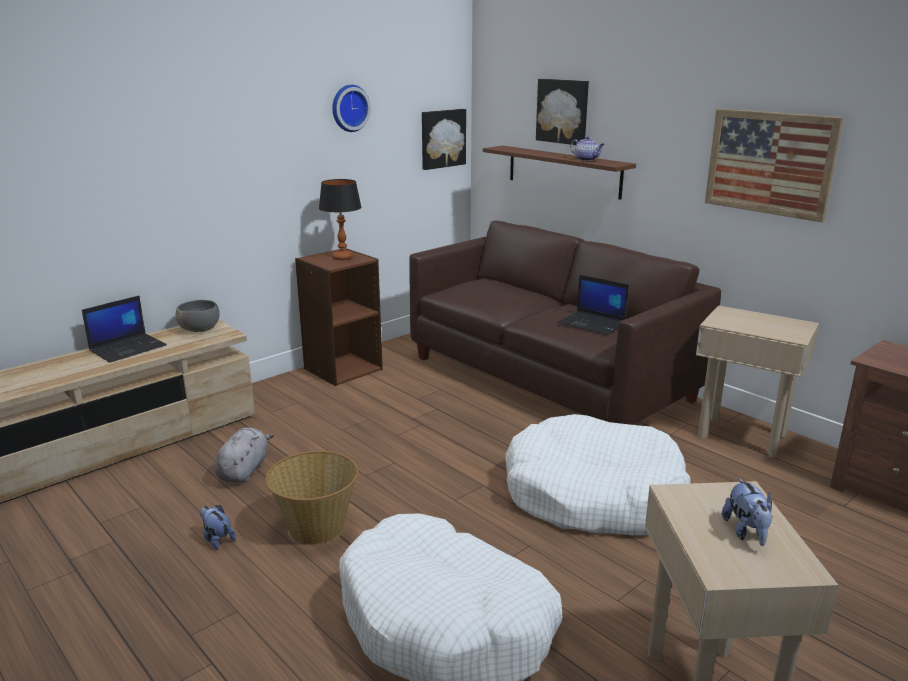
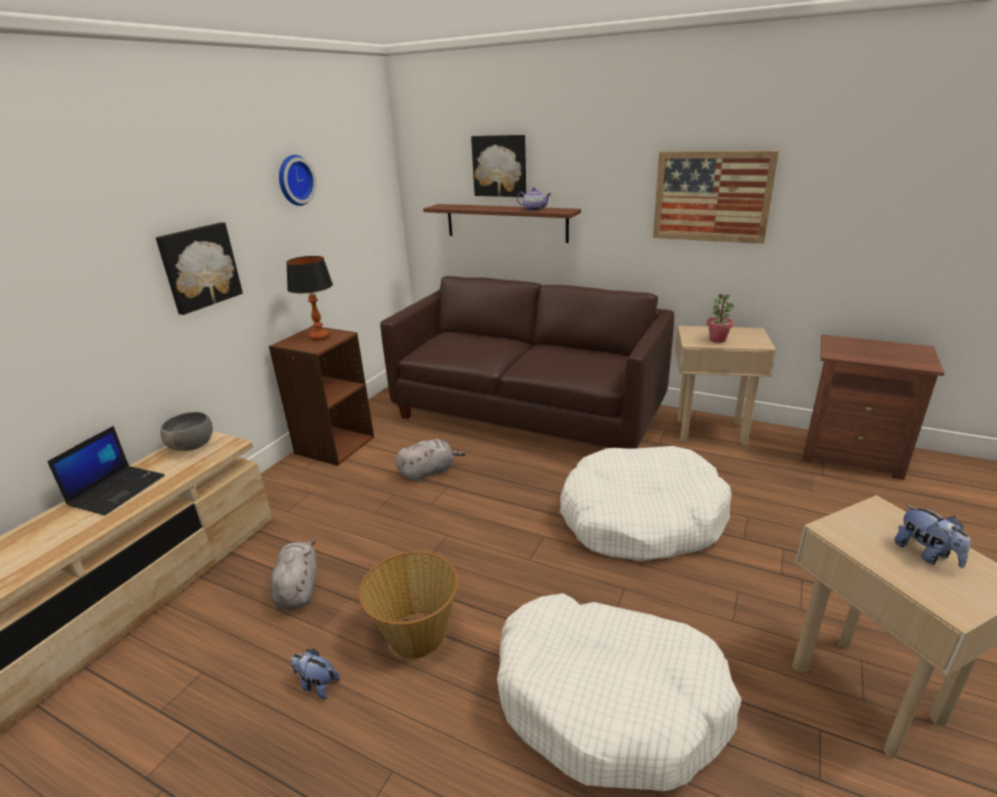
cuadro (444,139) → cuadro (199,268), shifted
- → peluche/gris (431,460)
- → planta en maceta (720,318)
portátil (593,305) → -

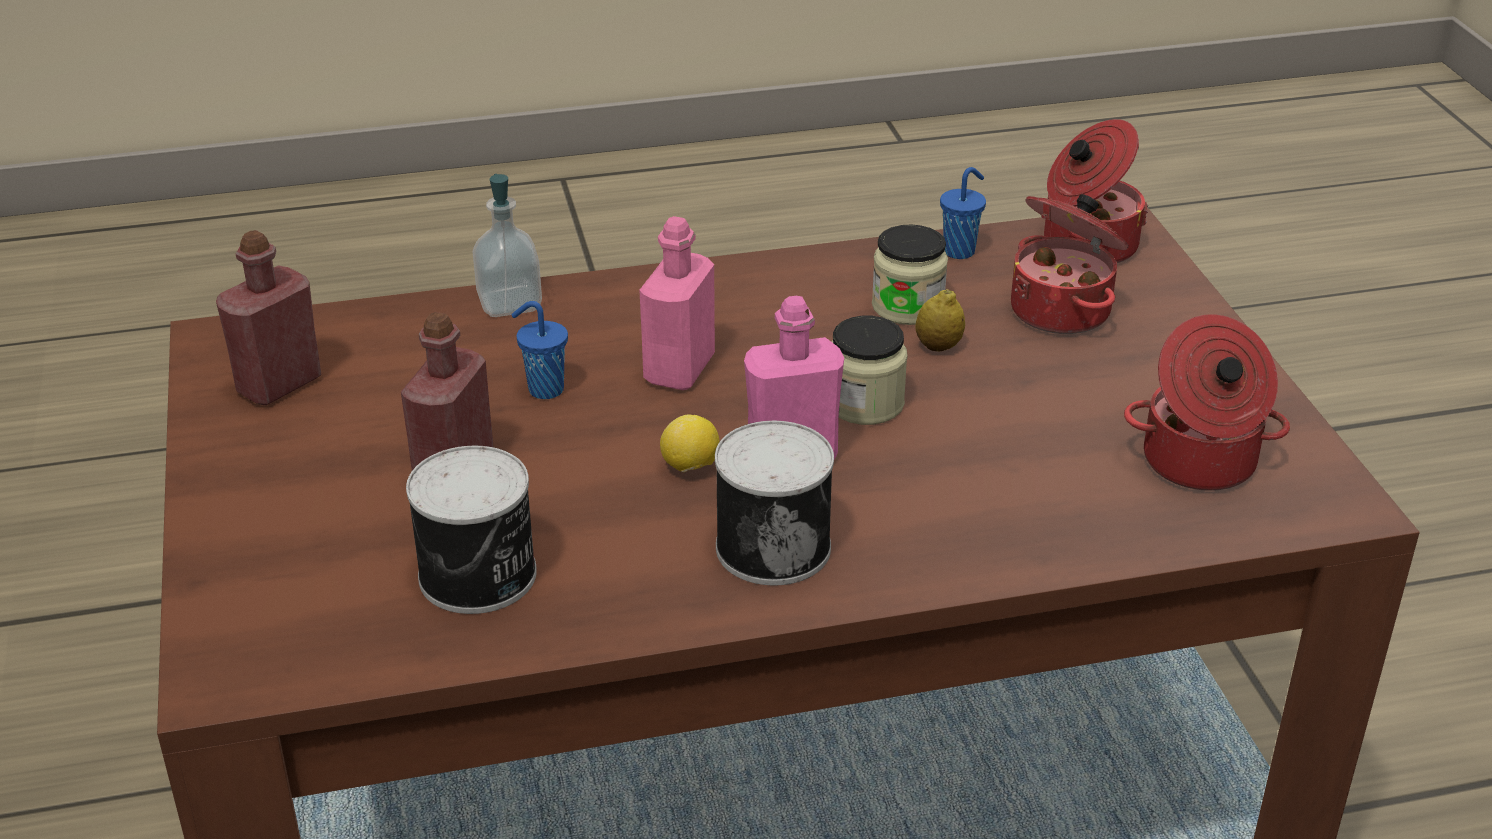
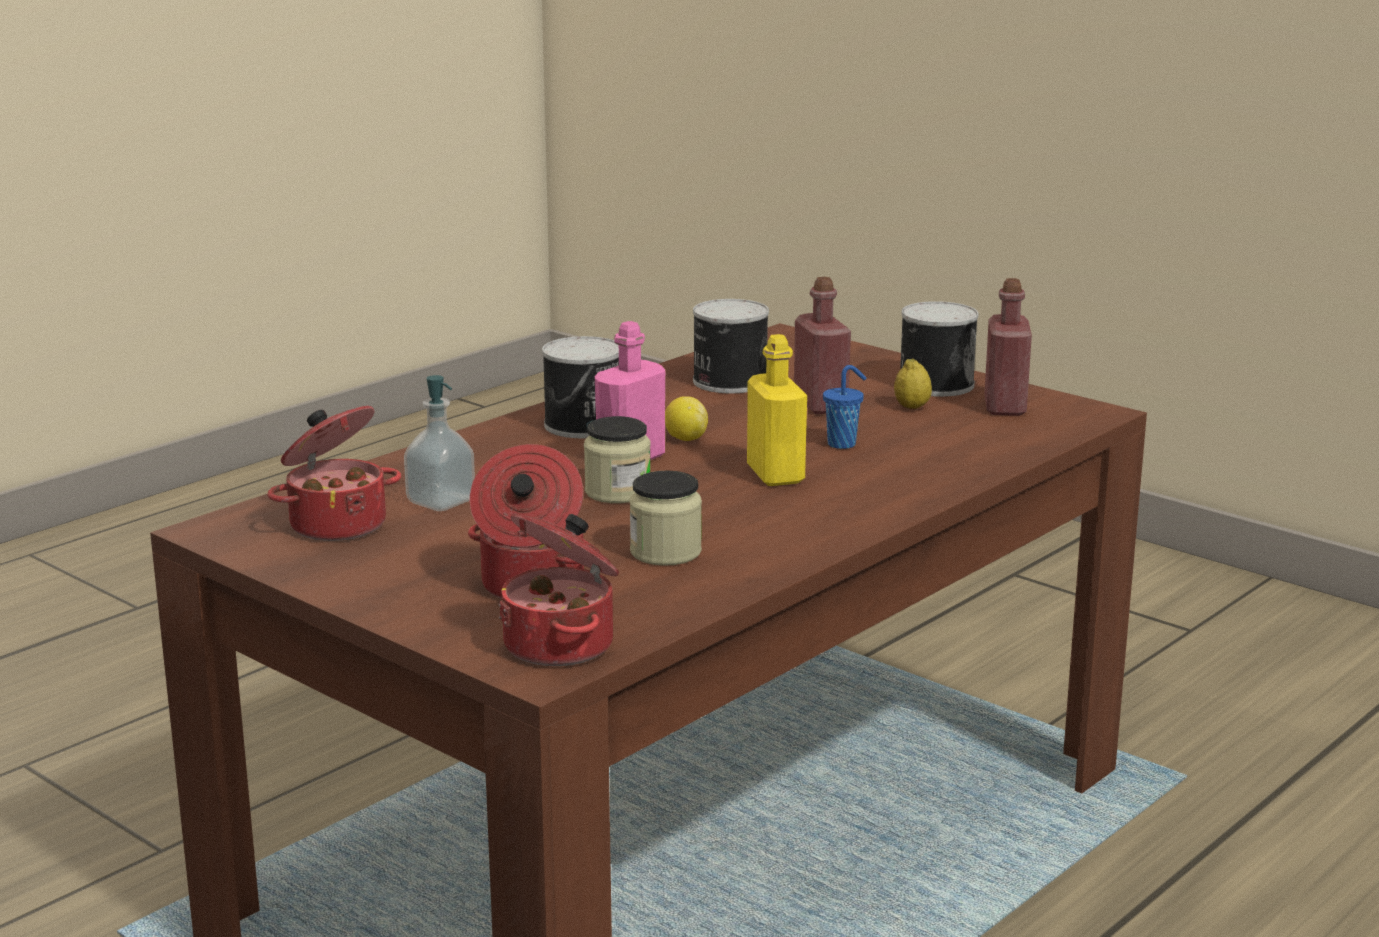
dispensador de jabón (507,245) → dispensador de jabón (439,443), shifted
botella/rosa (677,303) → botella/amarillo (777,410)
limón (940,320) → limón (913,384), shifted
- → lata (939,349)
taza/azul (963,213) → -

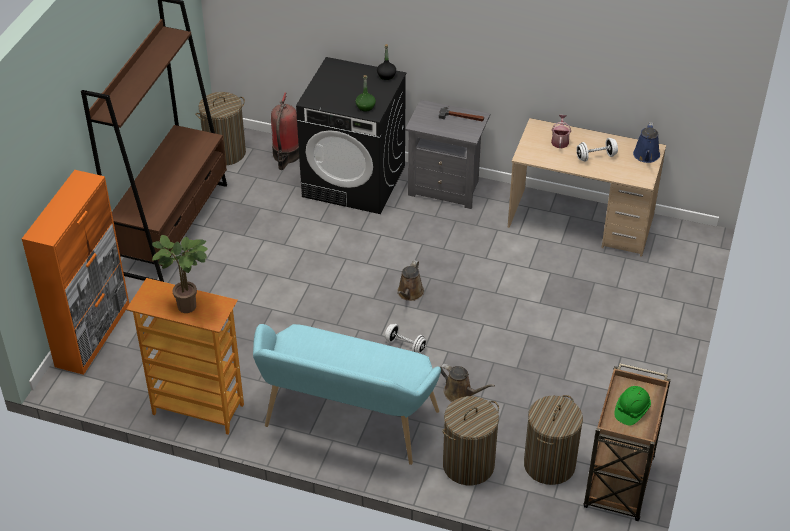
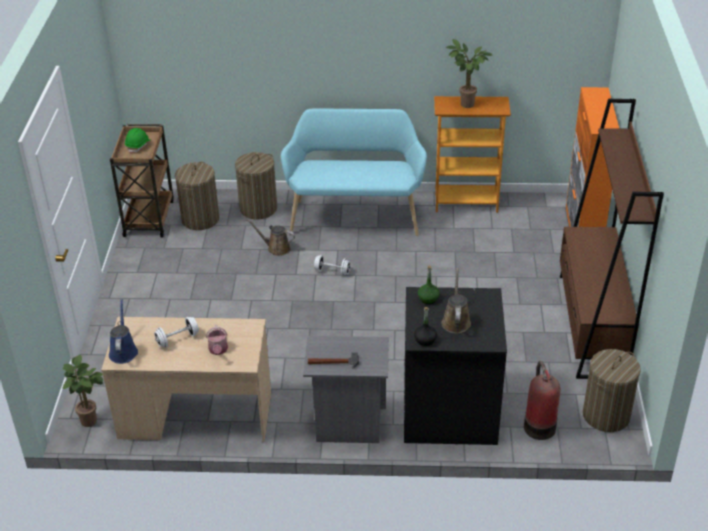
- → planta en maceta (82,391)
regadera/marrón (410,280) → regadera/marrón (456,301), shifted

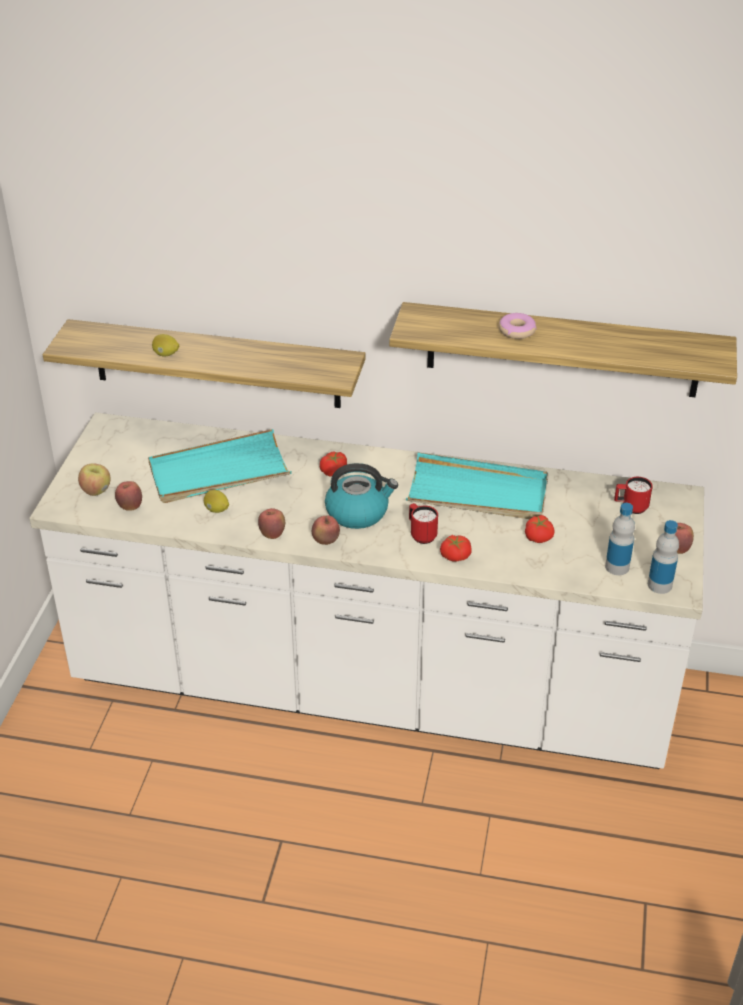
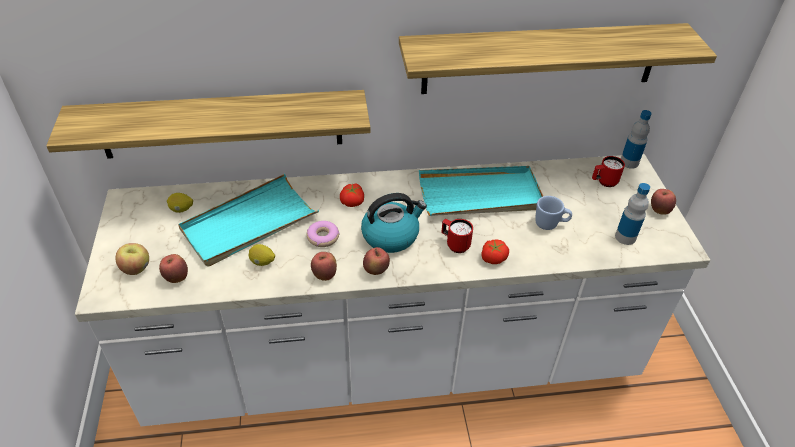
limón (165,345) → limón (180,203), shifted
rosquilla (517,326) → rosquilla (323,234), shifted
tomate (540,529) → taza grande/azul (553,213)
botella (663,557) → botella (636,139), shifted

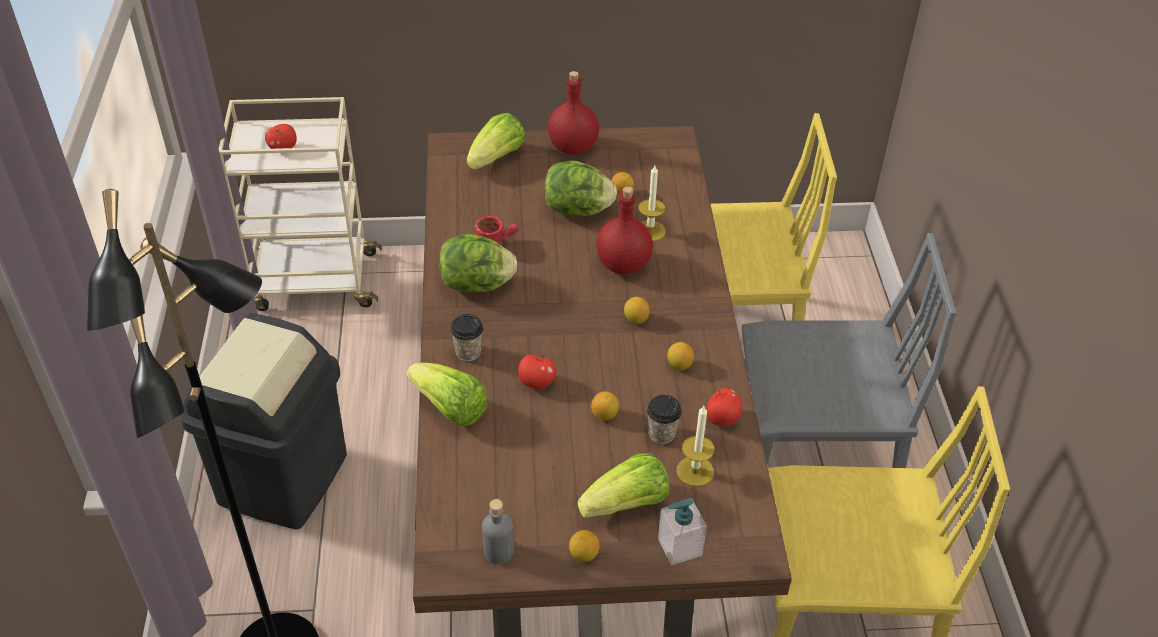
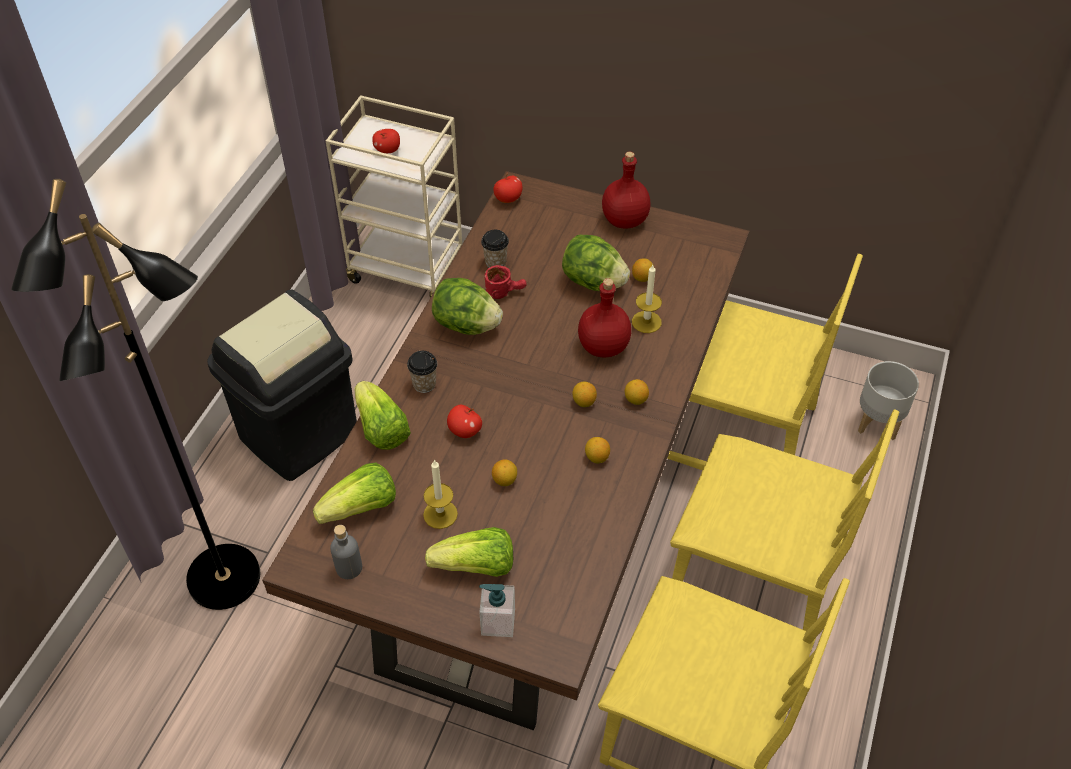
lechuga (496,141) → lechuga (354,493), shifted
vela (696,446) → vela (440,494), shifted
taza (664,419) → taza (495,249), shifted
manzana (724,407) → manzana (507,188), shifted
limón (584,546) → limón (637,392), shifted
silla/gris (849,350) → silla/amarillo (784,520)
- → maceta/gris (888,400)

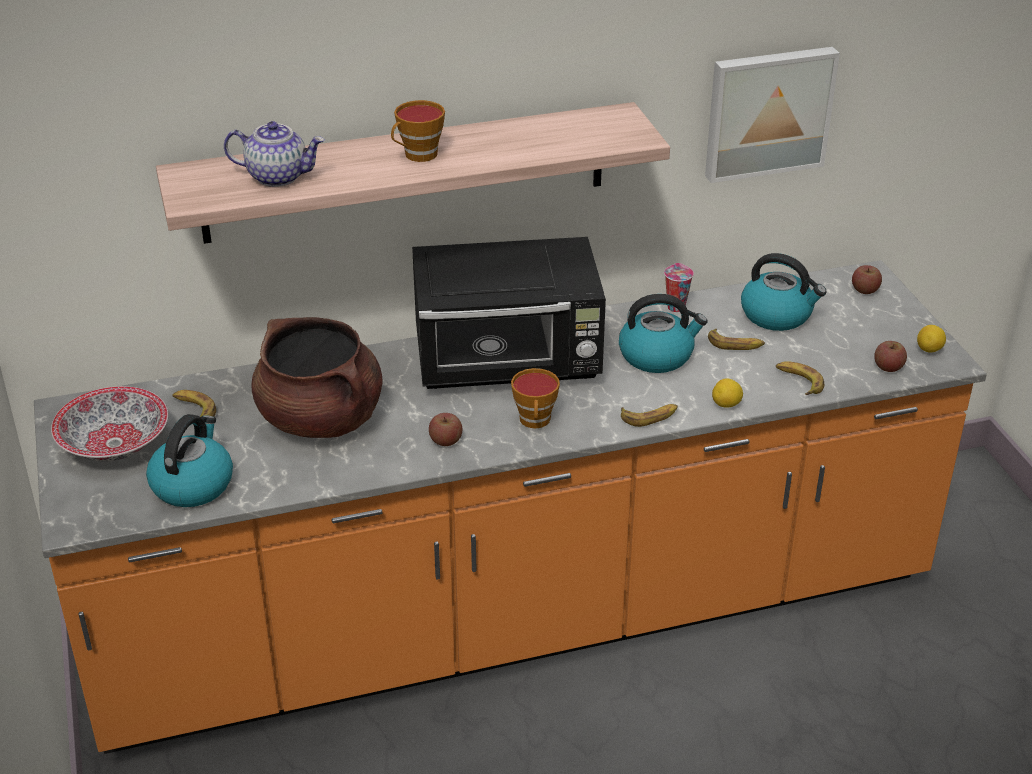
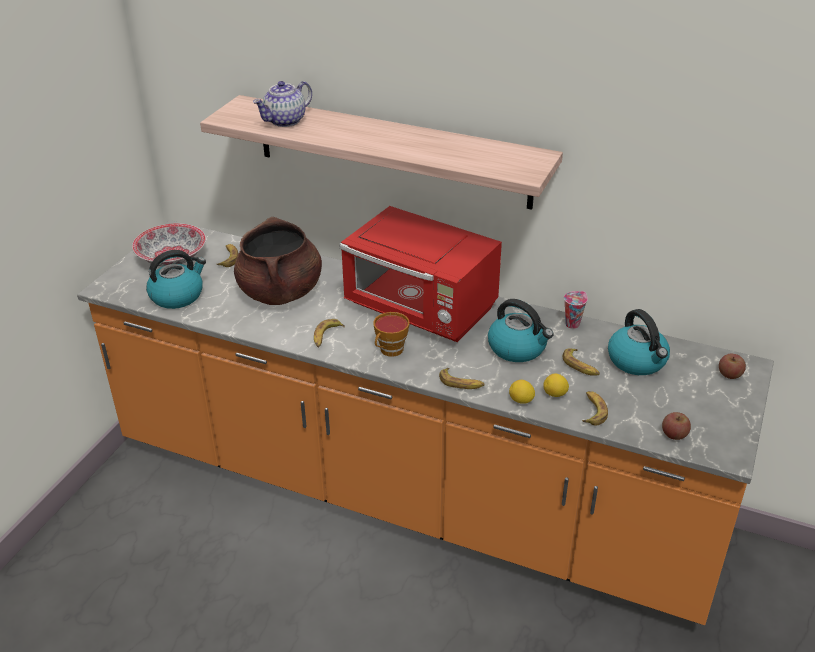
tetera (274,154) → tetera (282,104), 90 degrees clockwise
manzana (445,429) → plátano (329,333)
microondas/negro (509,313) → microondas/rojo (420,274)
limón (931,338) → limón (556,385), shifted
taza (418,131) → -
cuadro (772,115) → -

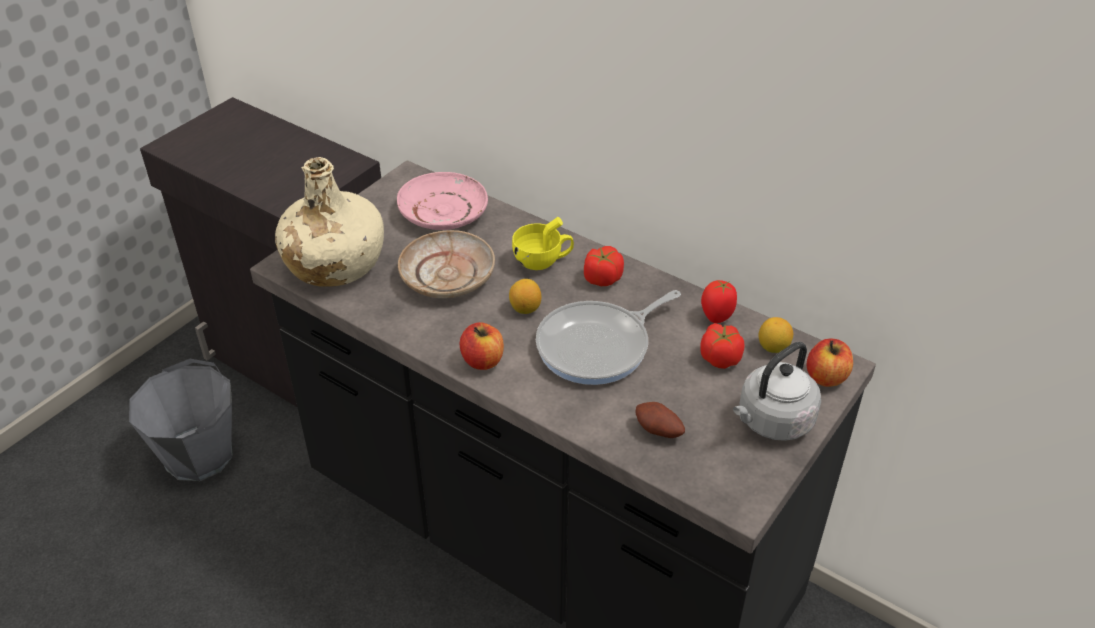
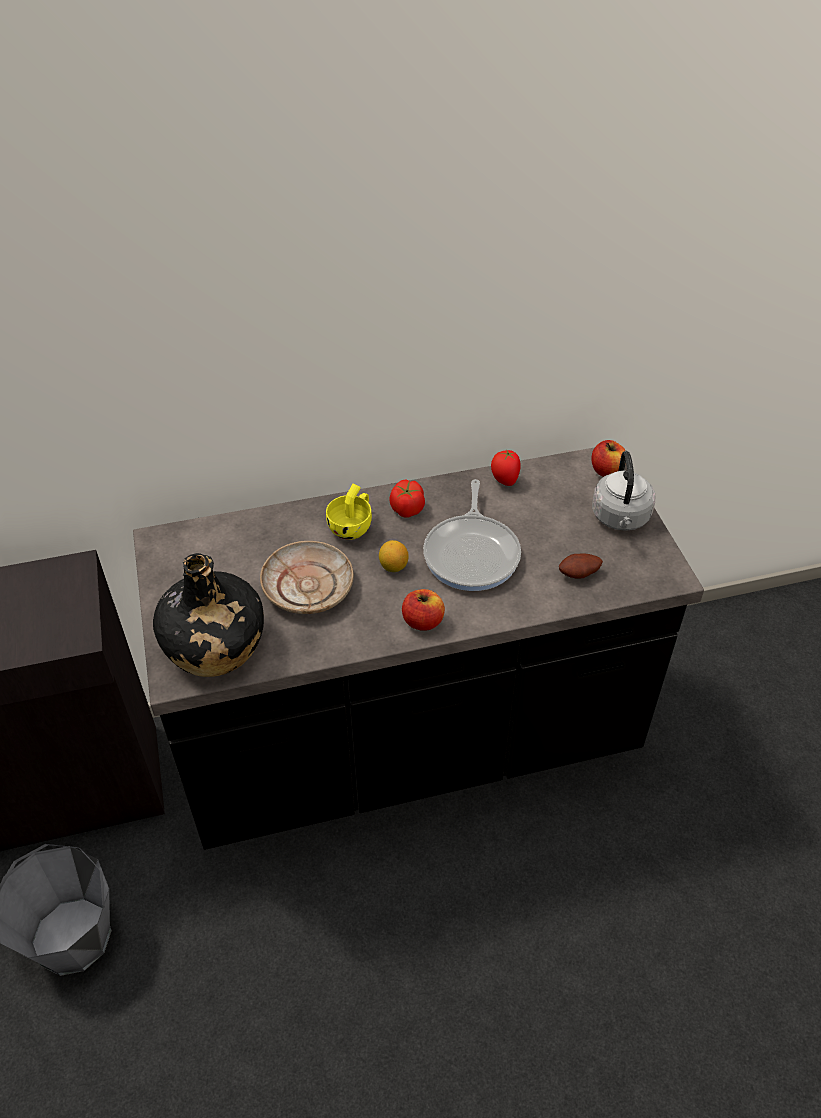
botella/beis (329,222) → botella/negro (208,615)
plato/rosa (442,201) → -
tomate (722,346) → -
limón (776,335) → -

